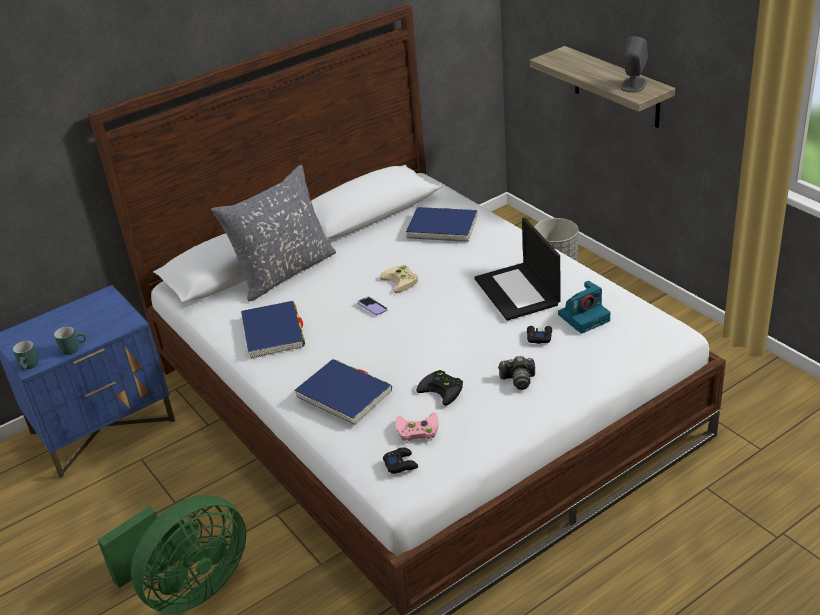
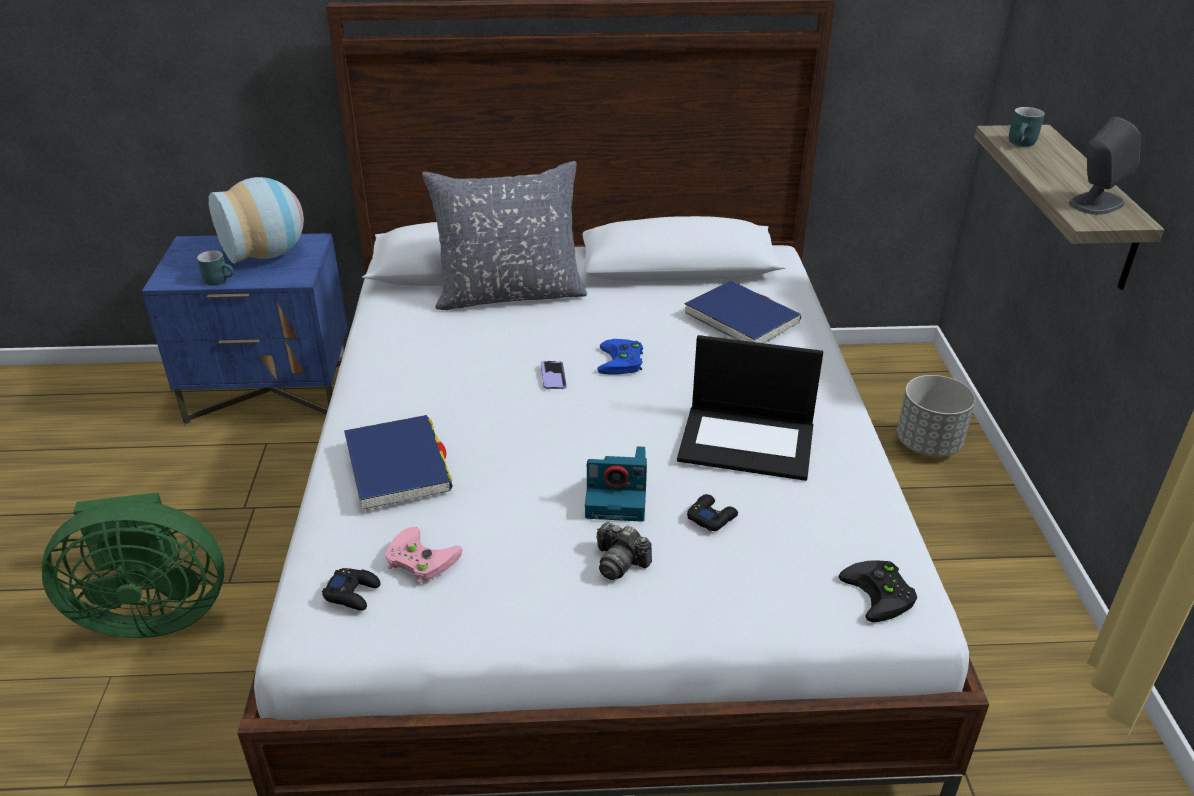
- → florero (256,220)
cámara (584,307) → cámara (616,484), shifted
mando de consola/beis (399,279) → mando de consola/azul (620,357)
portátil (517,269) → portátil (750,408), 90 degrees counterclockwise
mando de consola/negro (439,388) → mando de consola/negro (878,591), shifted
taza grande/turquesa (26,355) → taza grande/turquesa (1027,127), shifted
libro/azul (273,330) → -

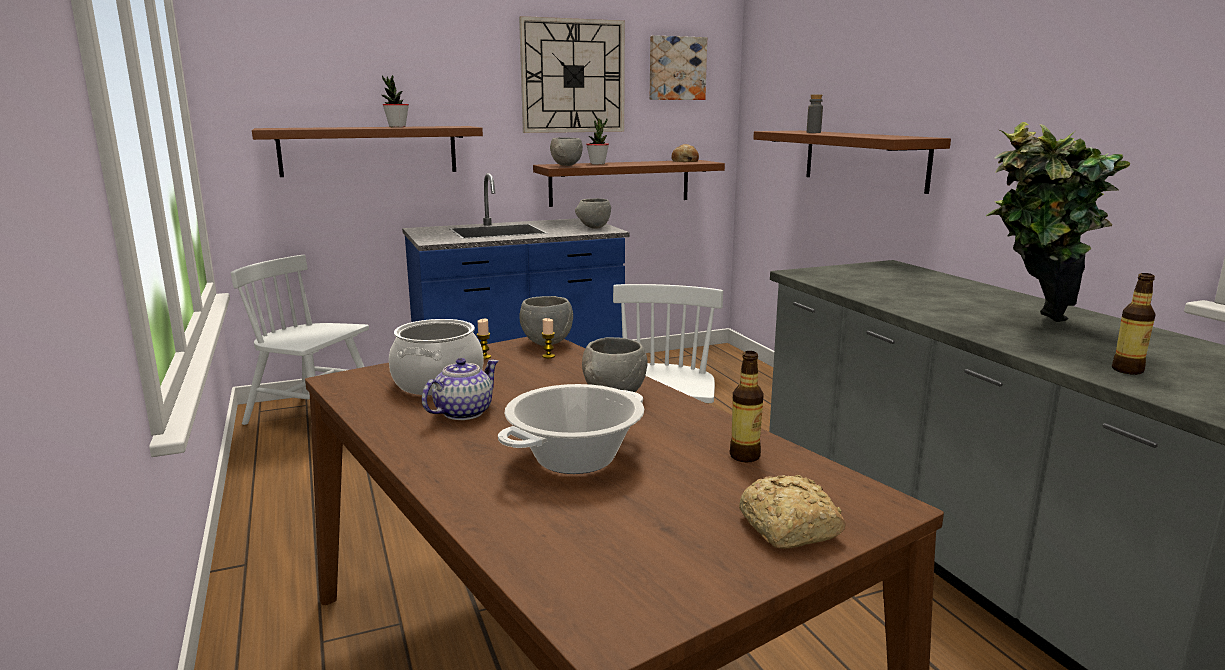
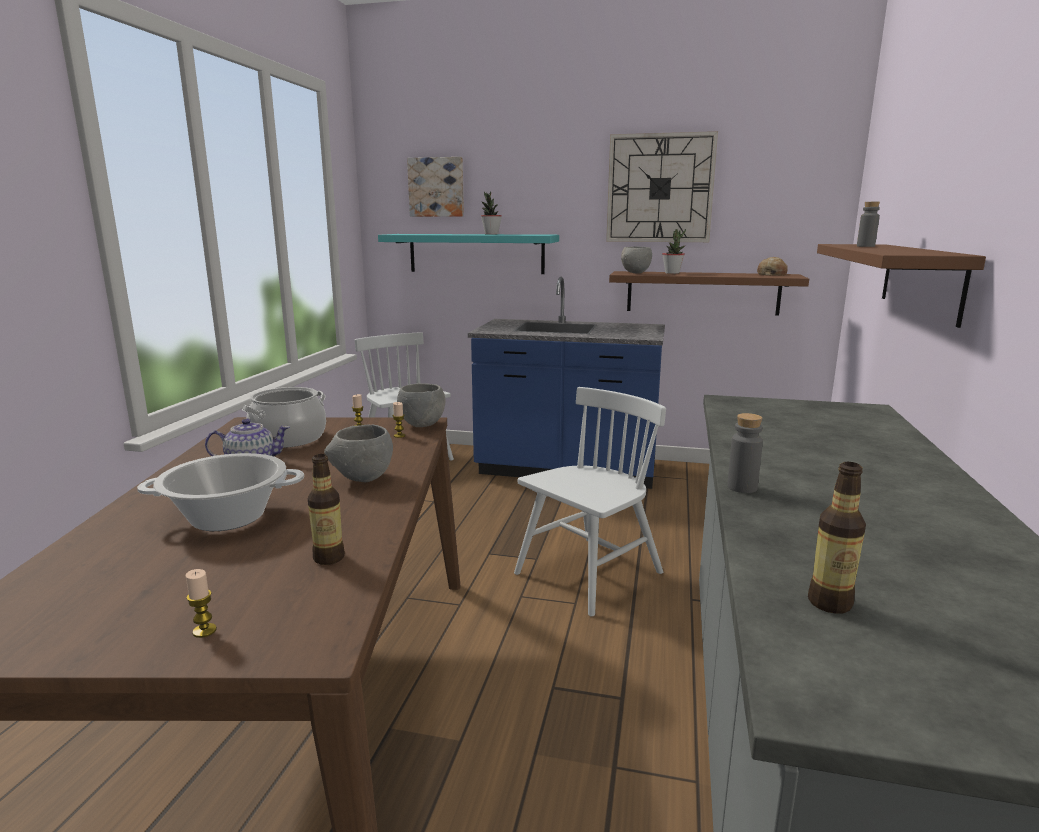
pan (792,512) → vela (201,603)
estante/marrón (367,151) → estante/turquesa (468,254)
cuadro (678,67) → cuadro (435,187), shifted
- → botella/gris (745,453)
cuenco/gris (593,213) → -
planta en maceta (1058,222) → -

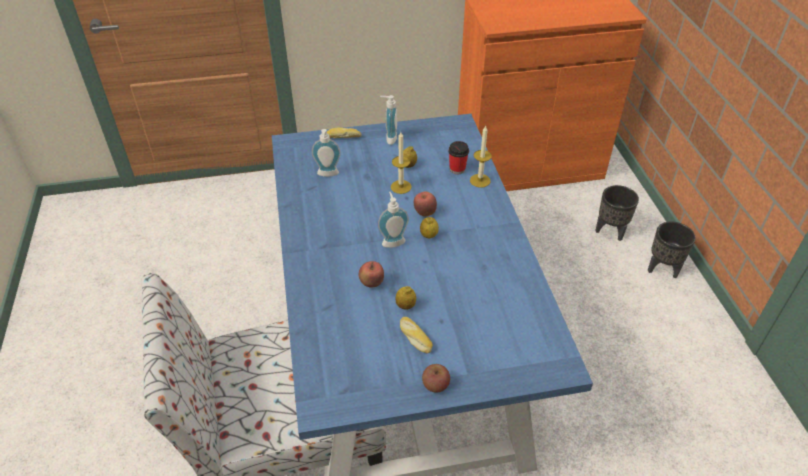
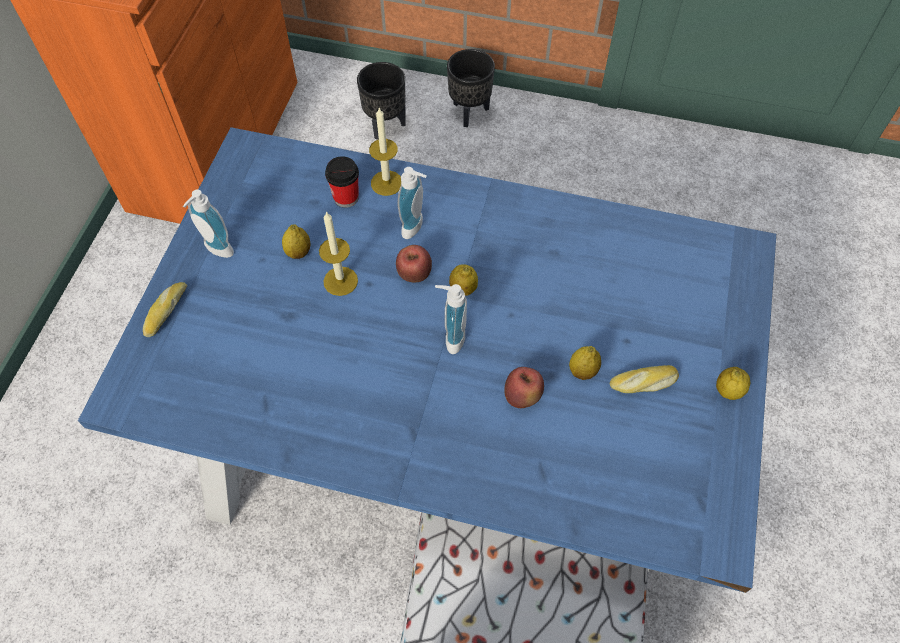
dispensador de jabón (326,153) → dispensador de jabón (412,203), shifted
manzana (436,378) → limón (733,383)

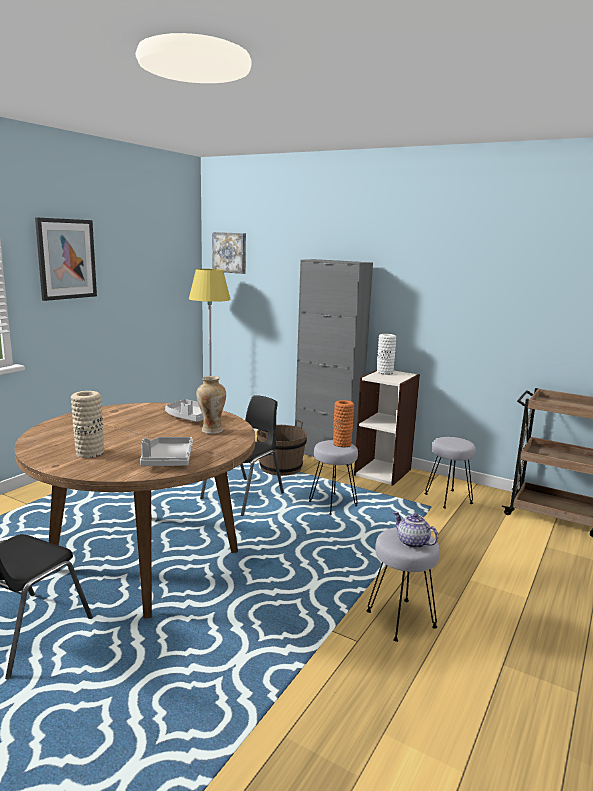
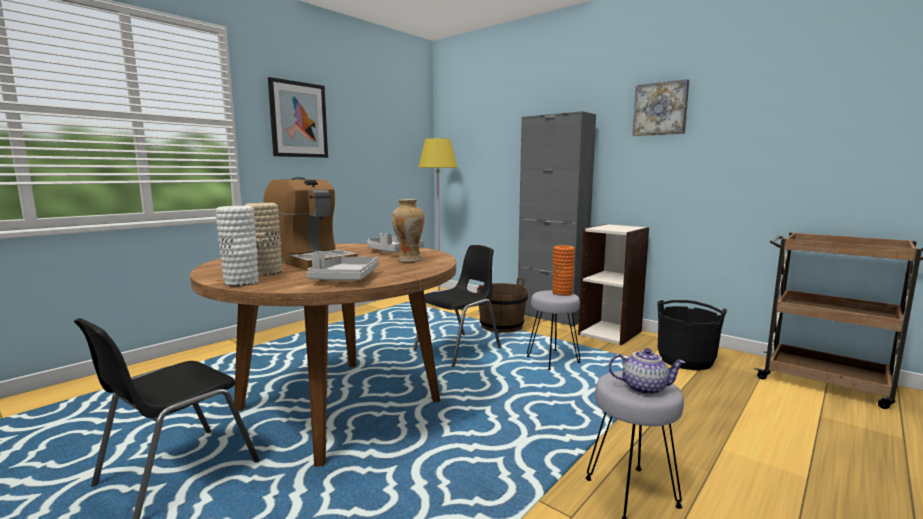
florero/blanco (386,354) → florero/blanco (237,246), shifted
- → cafetera (310,224)
tetera (415,530) → tetera (647,371), 135 degrees clockwise
cuadro (229,253) → cuadro (661,107), shifted
taburete/gris (450,473) → cubo/negro (692,335)

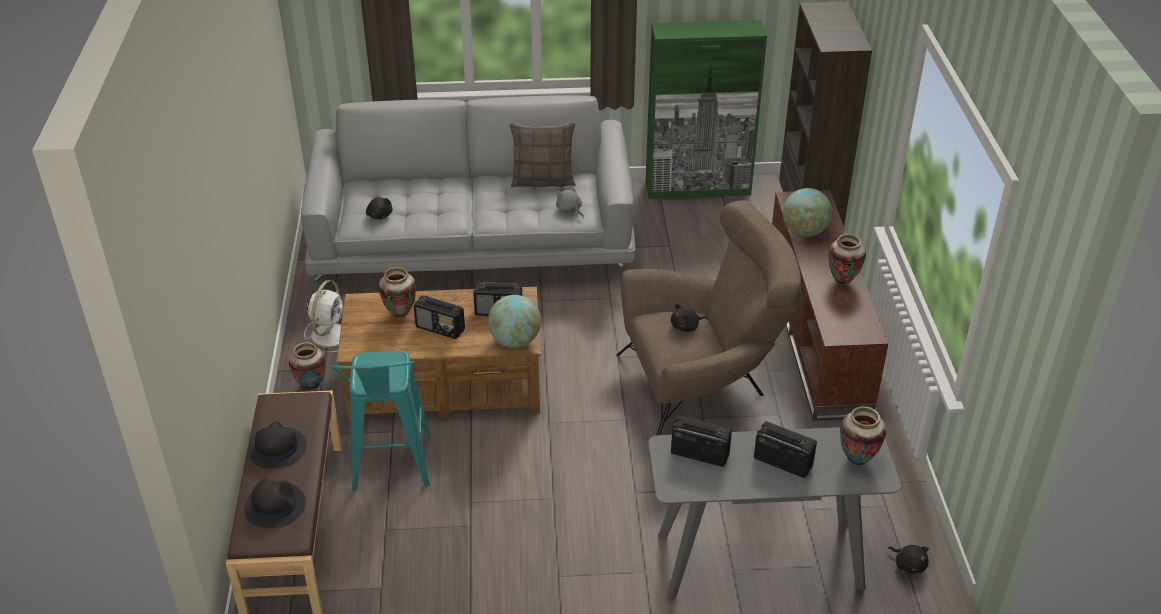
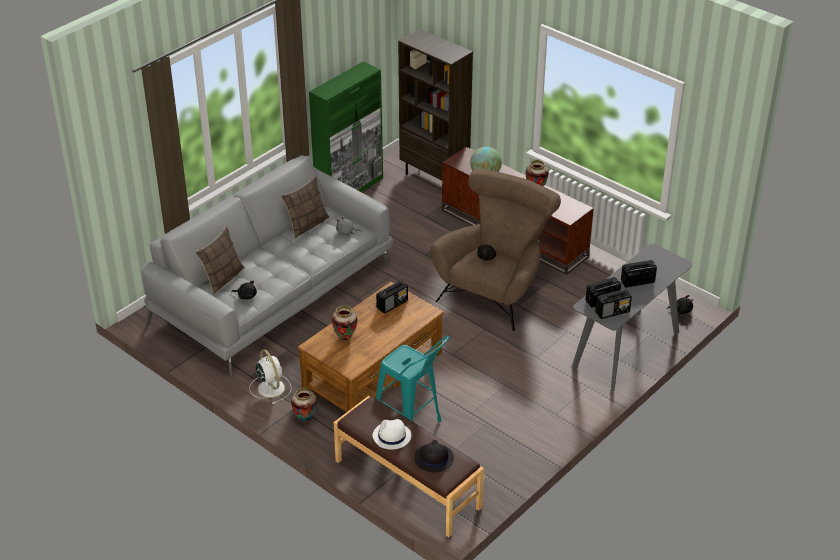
- → cojín (220,260)
sombrero/negro (277,445) → sombrero/blanco (392,434)
radio (439,317) → radio (613,304), shifted
globo terráqueo (514,321) → -
florero (863,435) → -

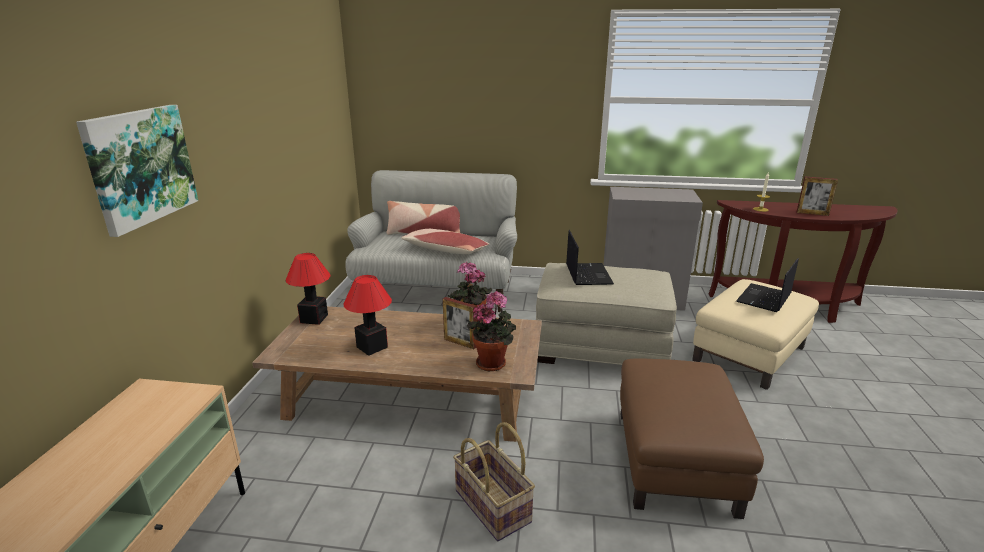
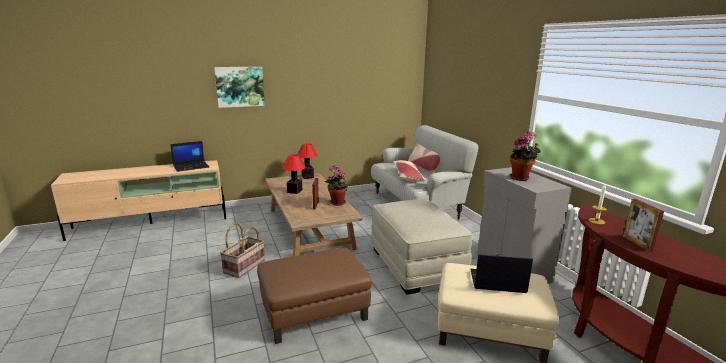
portátil (590,257) → portátil (189,156), shifted
planta en maceta (492,331) → planta en maceta (525,156), shifted

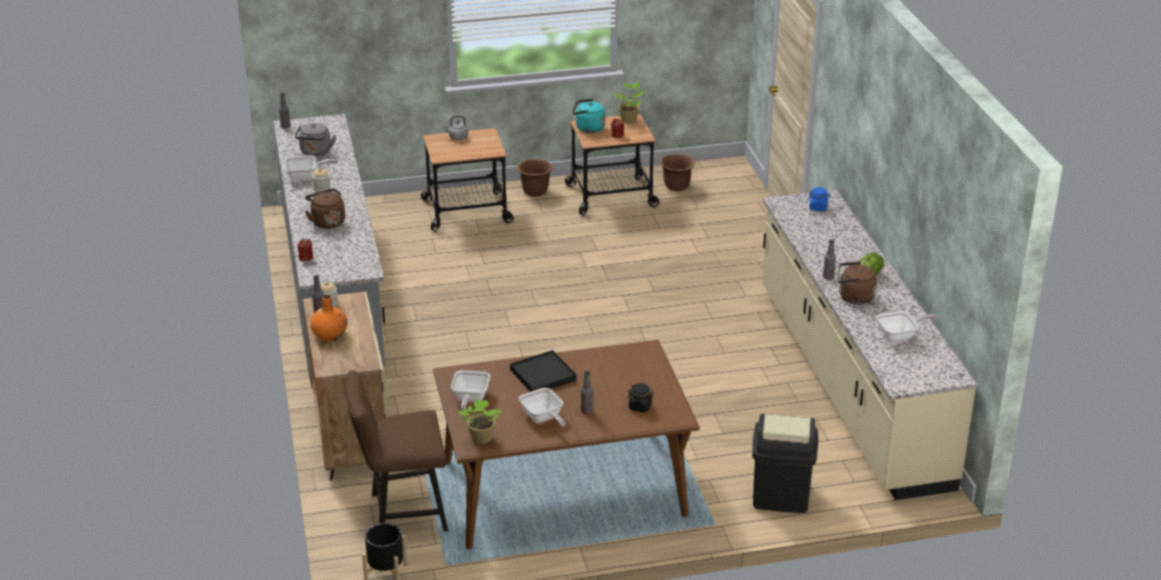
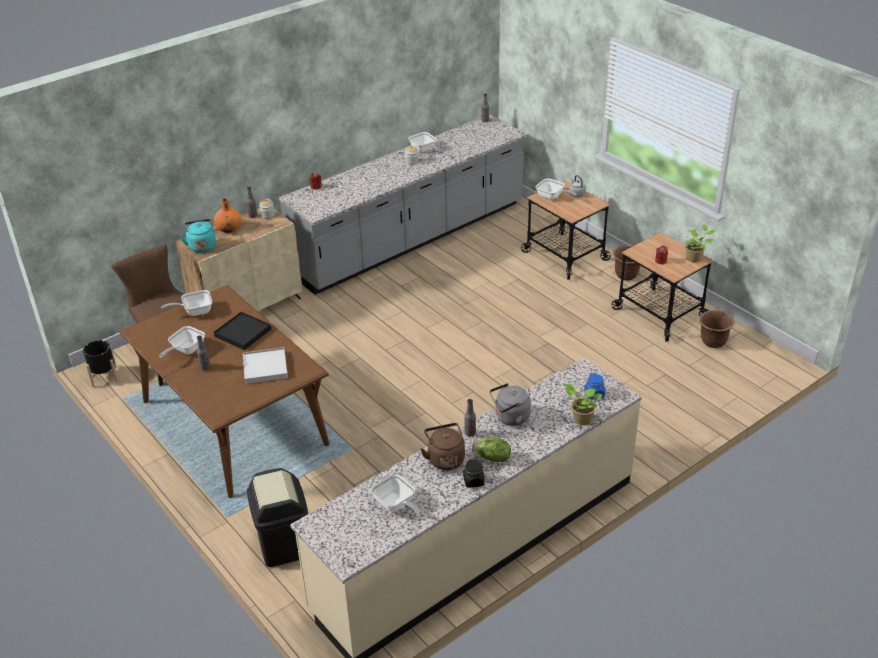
hervidor/turquesa (588,116) → hervidor/turquesa (198,236), shifted
- → bandeja/blanco (265,365)
tarro/negro (640,397) → tarro/negro (474,473), shifted
hervidor/gris (315,139) → hervidor/gris (510,404), shifted
- → sartén (556,189)
planta en maceta (479,421) → planta en maceta (582,404), shifted
hervidor/marrón (325,208) → -

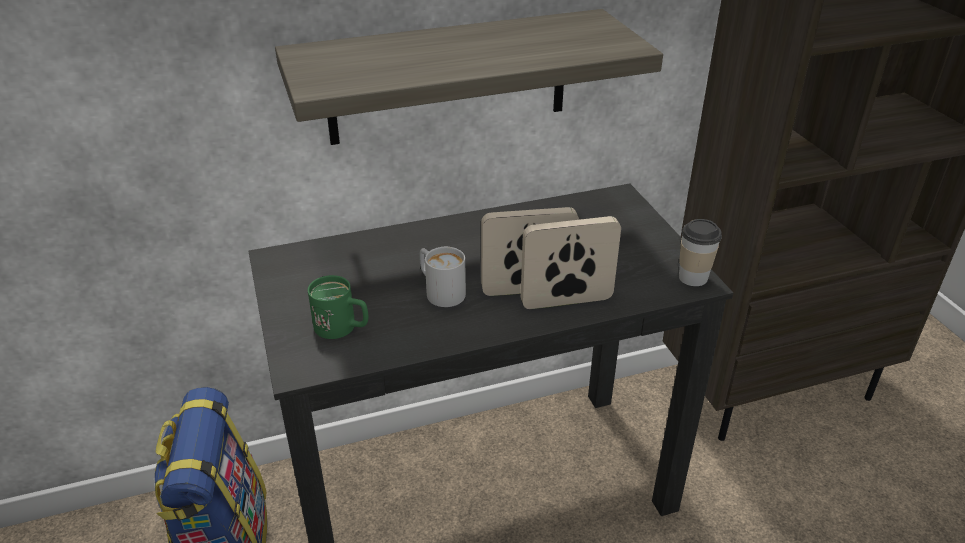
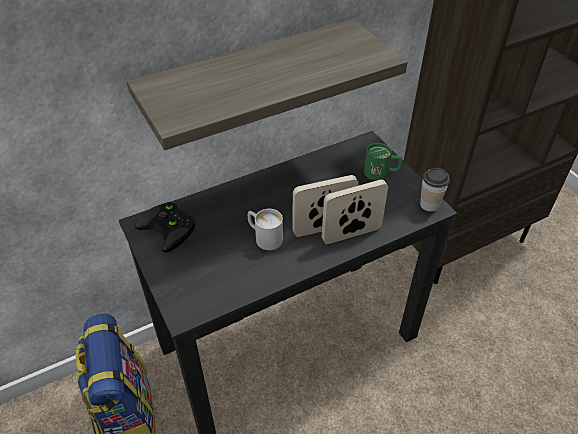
- → mando de consola/negro (165,227)
taza grande/verde (338,307) → taza grande/verde (383,162), shifted

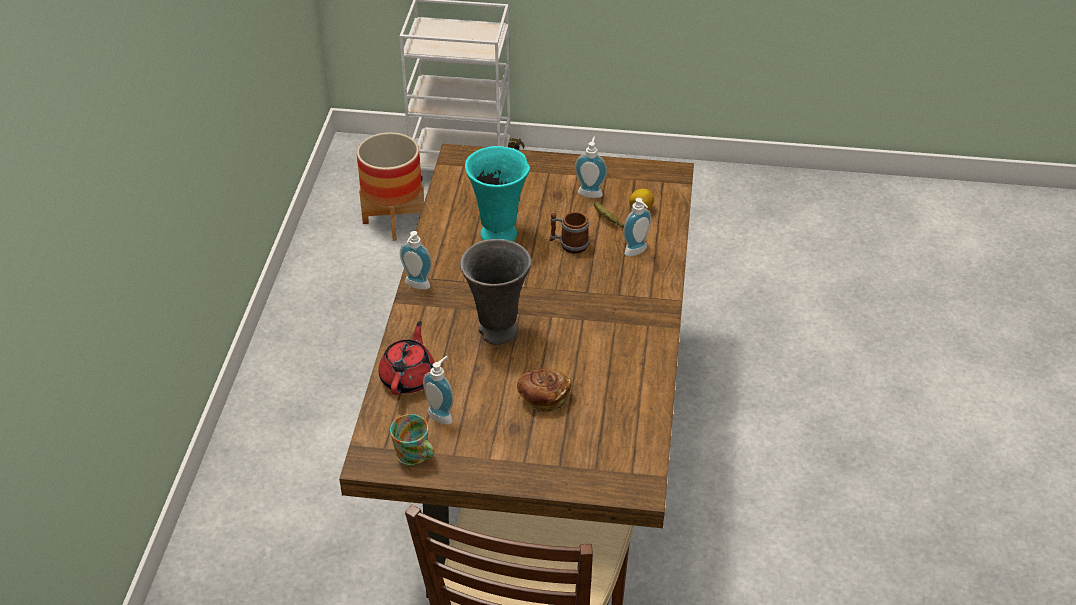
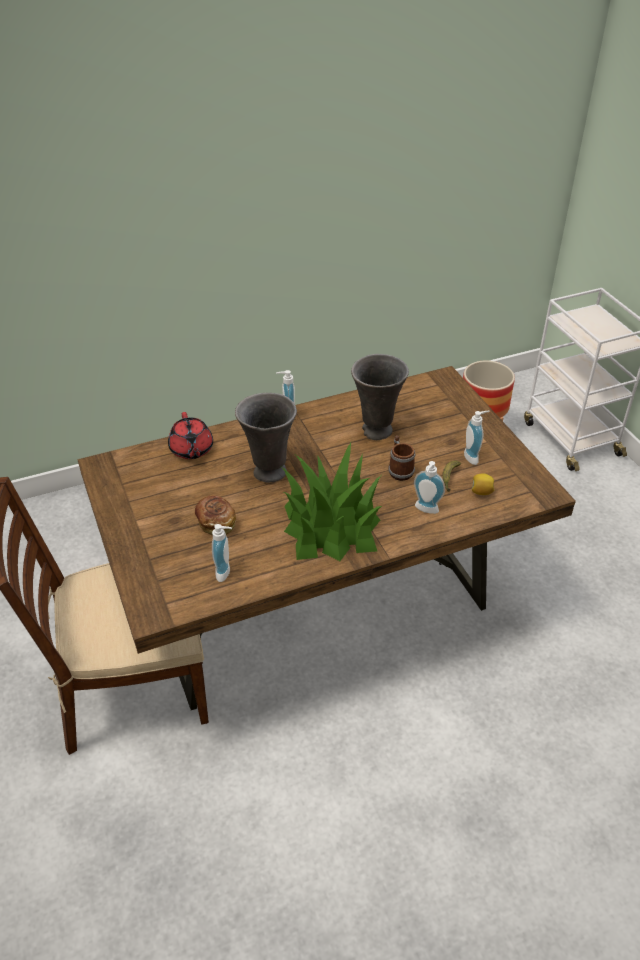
tetera/rojo (407,358) → tetera/rojo (190,435), 90 degrees clockwise
dispensador de jabón (438,390) → dispensador de jabón (222,553), shifted
- → planta en maceta (332,501)
florero/turquesa (497,193) → florero/gris (380,397)
taza grande (412,440) → -

